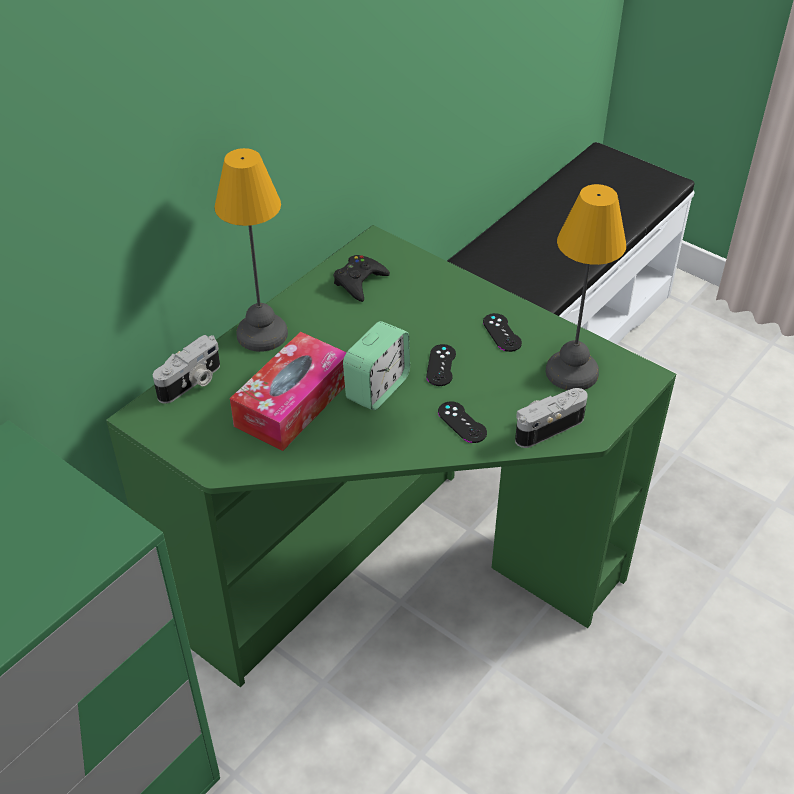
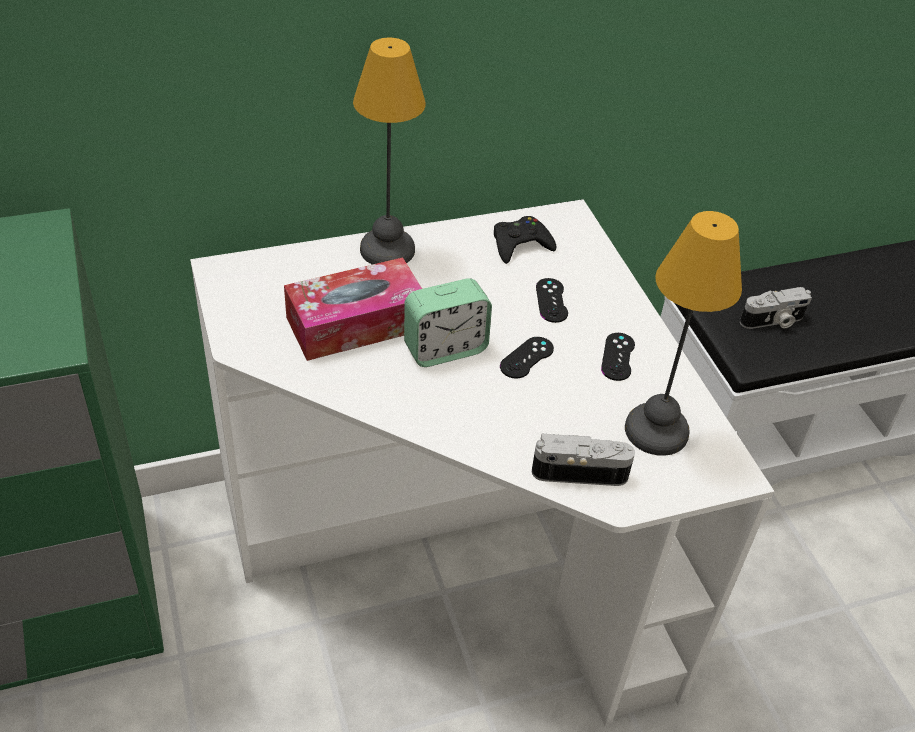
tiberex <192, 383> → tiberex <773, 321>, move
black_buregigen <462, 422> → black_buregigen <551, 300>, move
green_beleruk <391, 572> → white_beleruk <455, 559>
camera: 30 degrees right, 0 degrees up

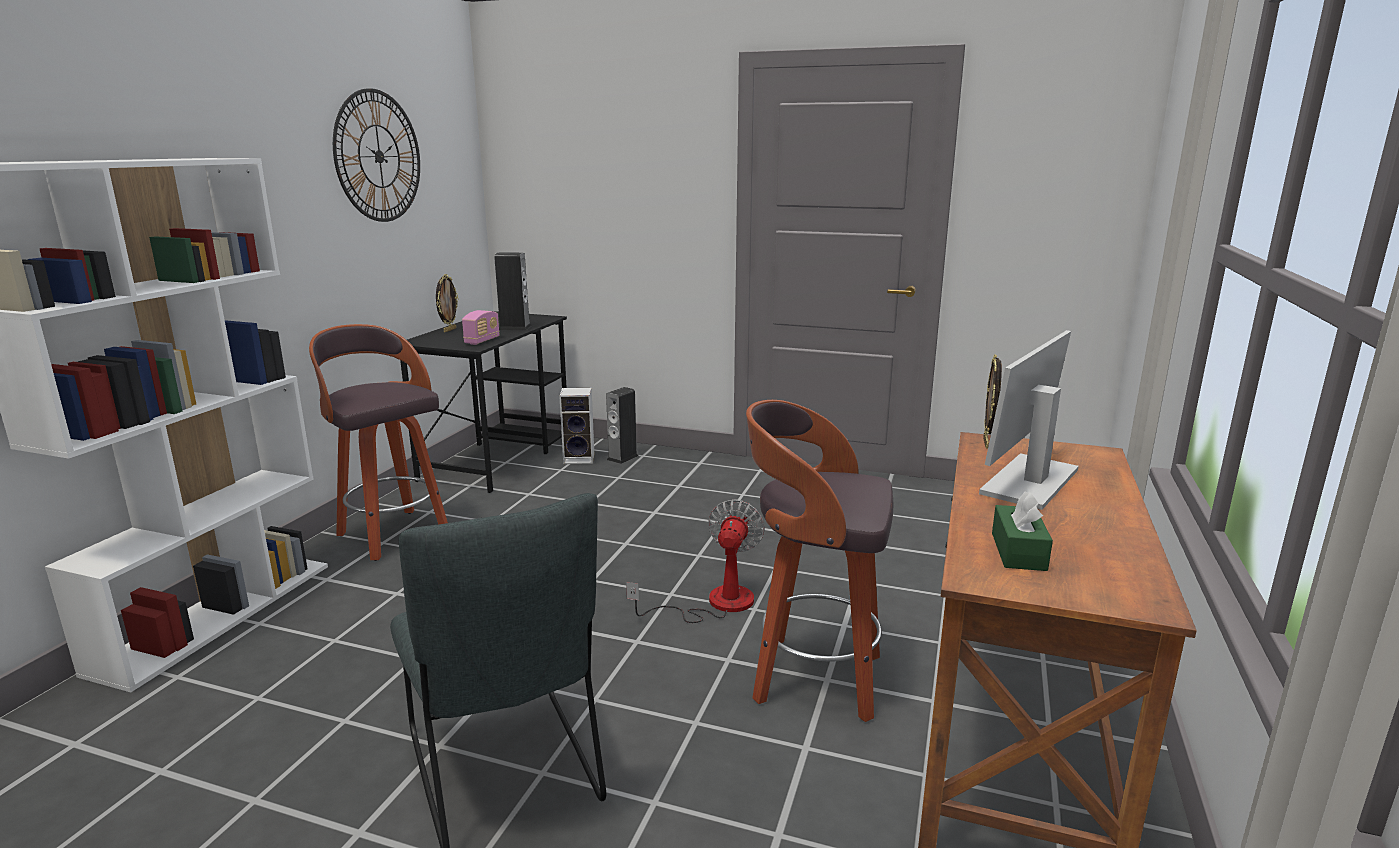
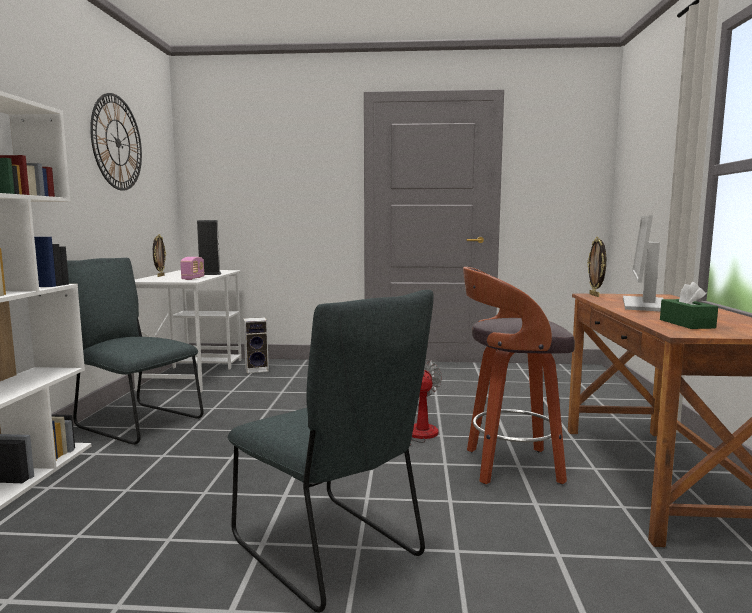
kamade <622, 458> → -
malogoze <391, 534> → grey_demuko <135, 422>
black_beleruk <498, 458> → white_beleruk <194, 373>
camera: 15 degrees left, 10 degrees down

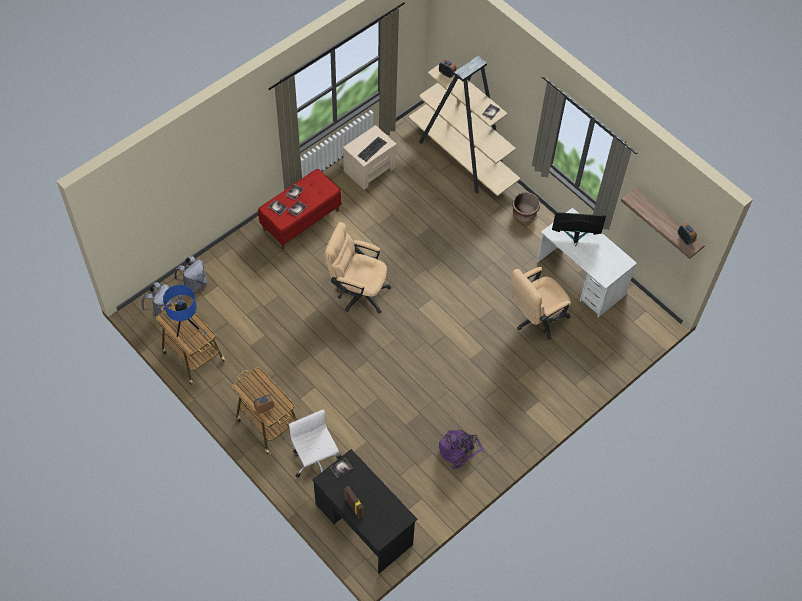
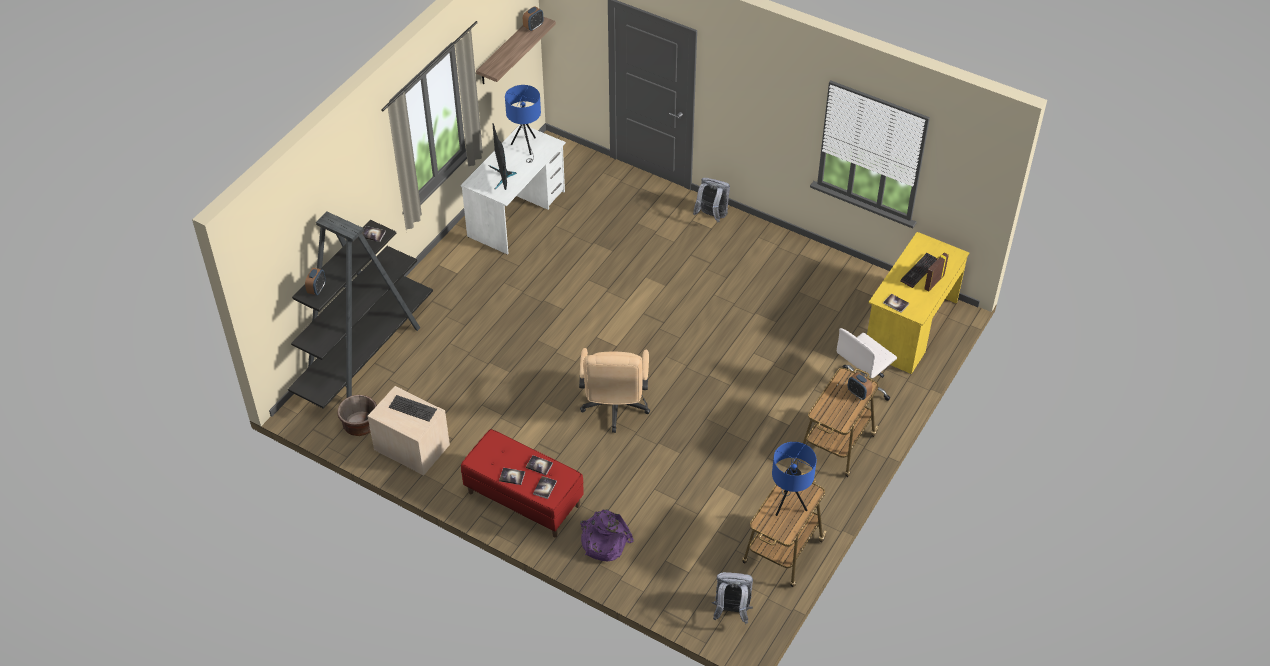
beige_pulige <536, 319> → -
- → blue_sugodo <526, 147>
- → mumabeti <919, 272>
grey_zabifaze <194, 285> → grey_zabifaze <711, 216>, move
purple_zabifaze <459, 450> → purple_zabifaze <603, 541>, move
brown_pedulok <524, 214> → brown_pedulok <360, 425>, move
black_beleruk <364, 524> → yellow_beleruk <910, 328>
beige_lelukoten <462, 158> → black_lelukoten <365, 354>
camera: 105 degrees left, 10 degrees down

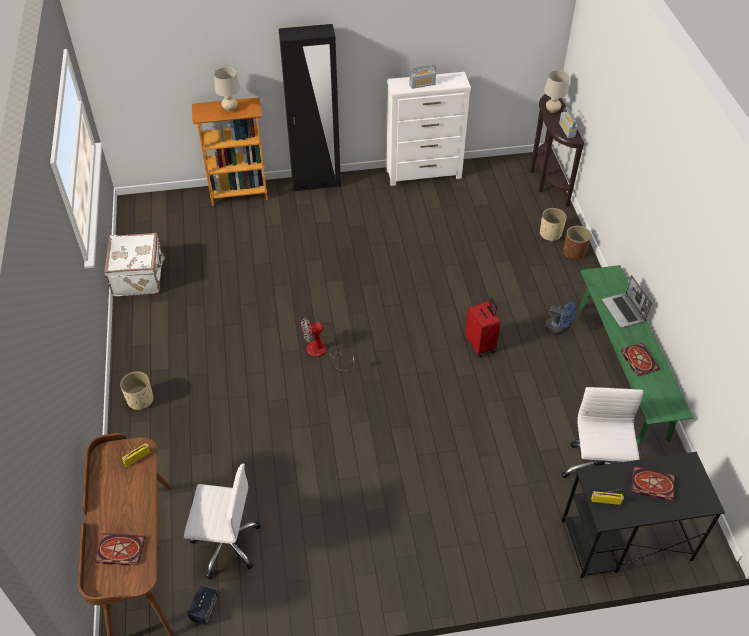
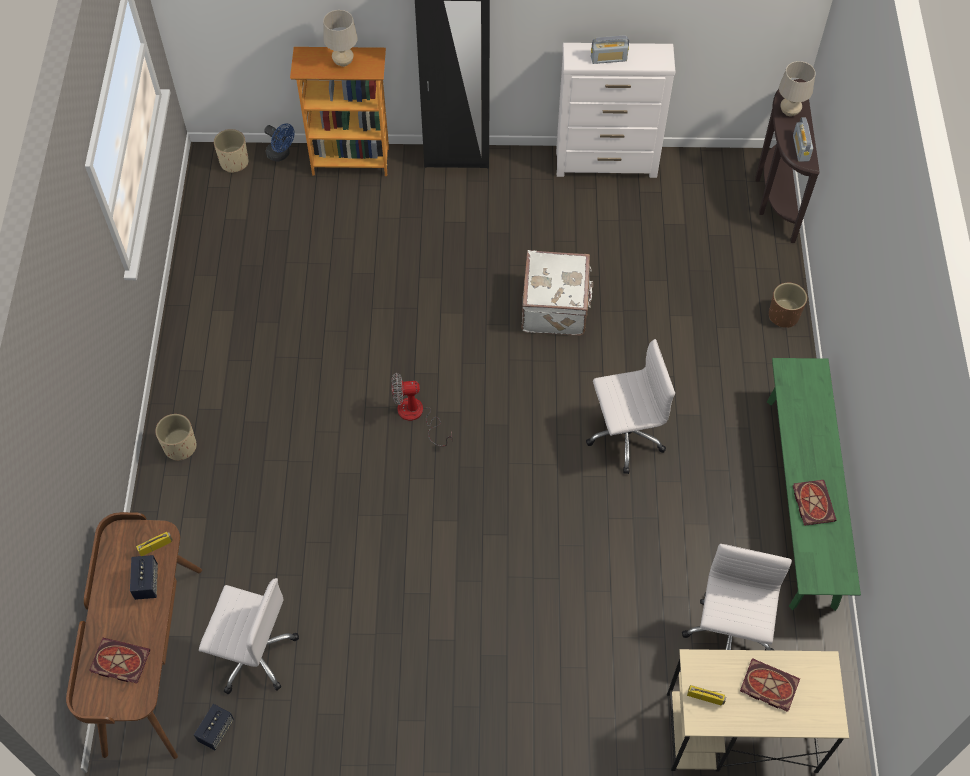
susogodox <624, 311> → -
- → kamade <146, 582>
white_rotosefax <139, 277> → white_rotosefax <556, 307>, move
beige_pedulok <550, 234> → beige_pedulok <234, 162>, move
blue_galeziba <558, 329> → blue_galeziba <281, 154>, move
red_rotosefax <481, 345> → white_pulige <623, 436>
black_beleruk <625, 541> → beige_beleruk <739, 732>
camera: 10 degrees right, 10 degrees up

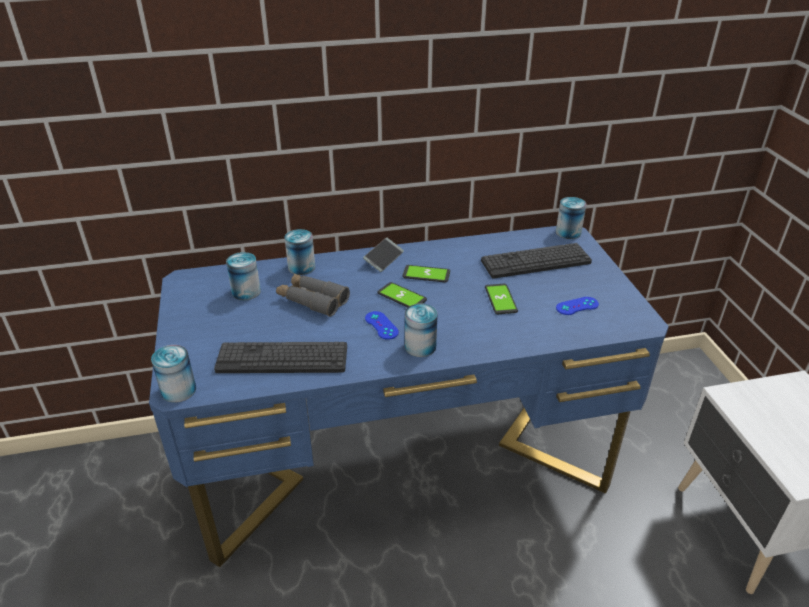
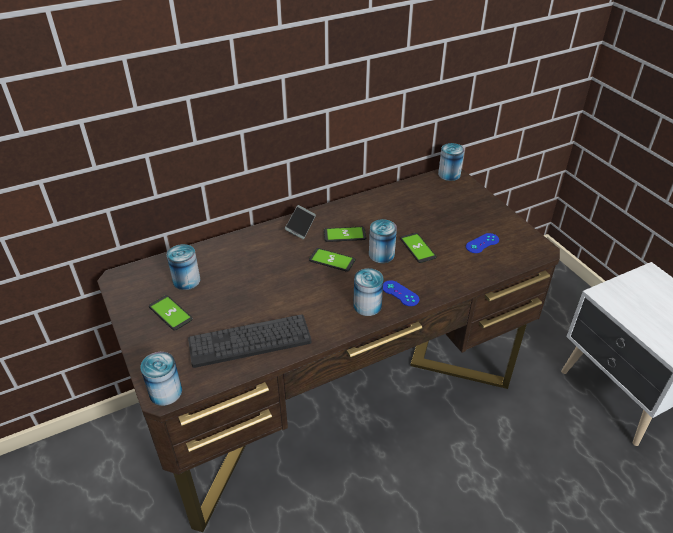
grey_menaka <312, 300> → -
mumabeti <536, 262> → -
- → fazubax <170, 313>
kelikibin <301, 267> → kelikibin <381, 254>, move
blue_buregigen <381, 325> → blue_buregigen <400, 293>, move
blue_beleruk <403, 463> → brown_beleruk <335, 399>
camera: 15 degrees left, 5 degrees up

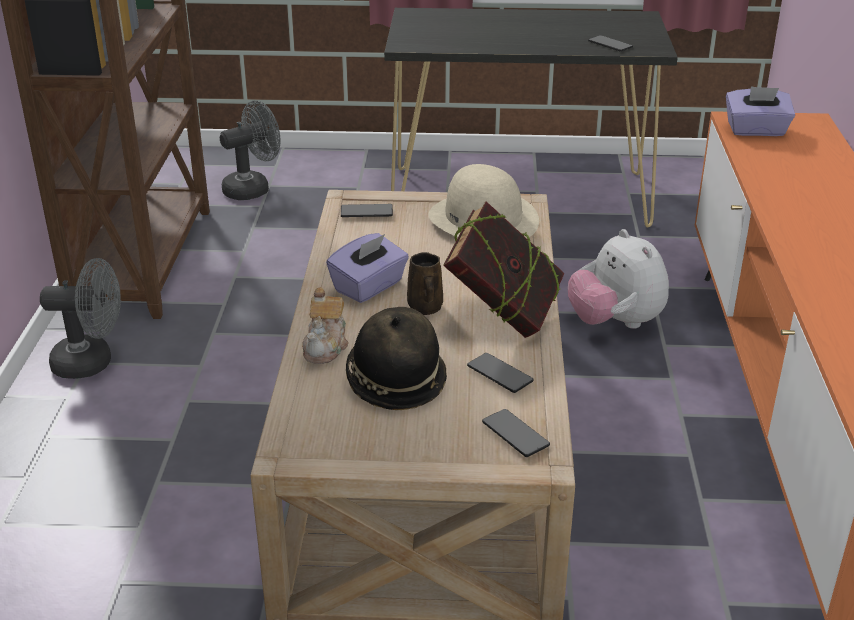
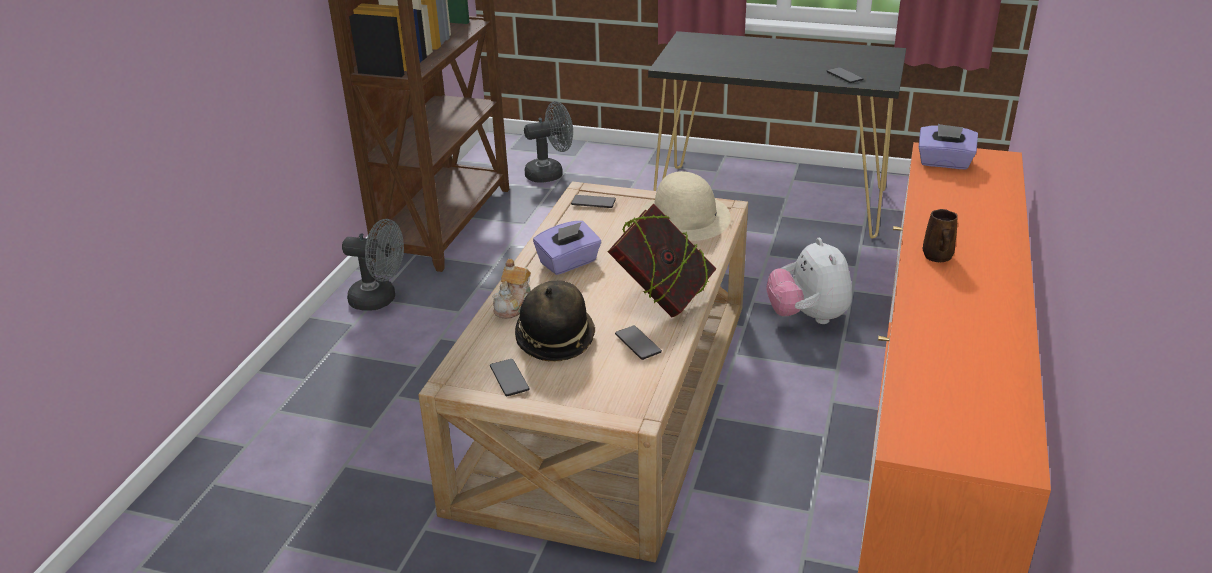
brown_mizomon <425, 308> → brown_mizomon <937, 257>, move
fazubax <515, 434> → fazubax <509, 378>, move
camera: 15 degrees right, 0 degrees up

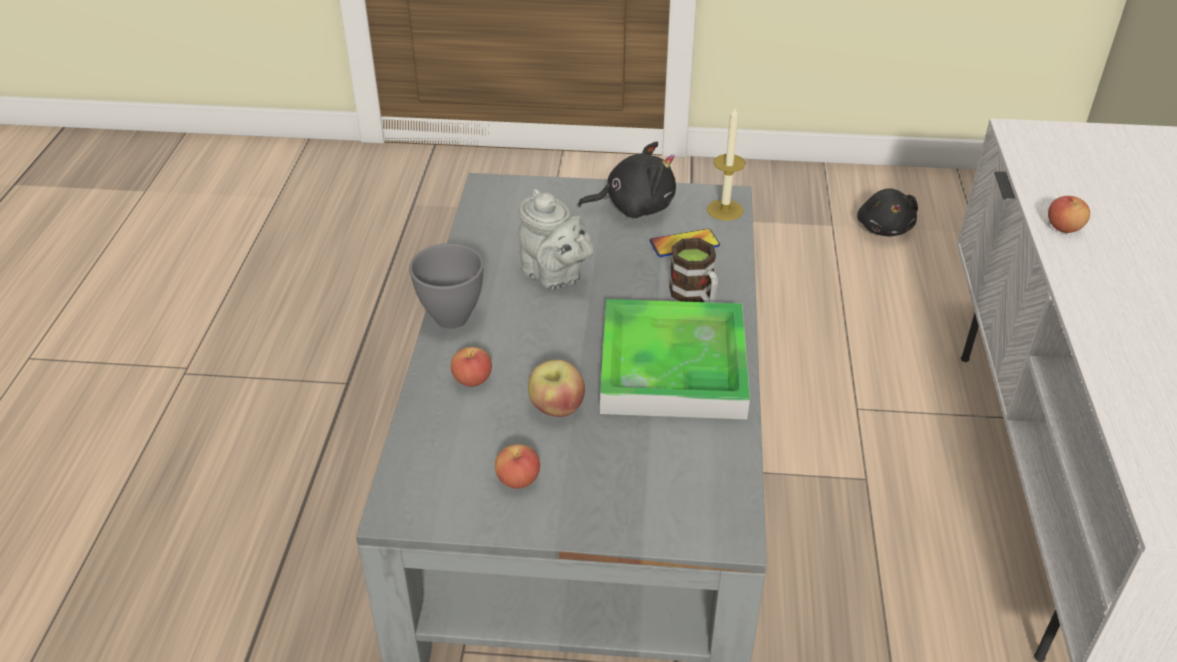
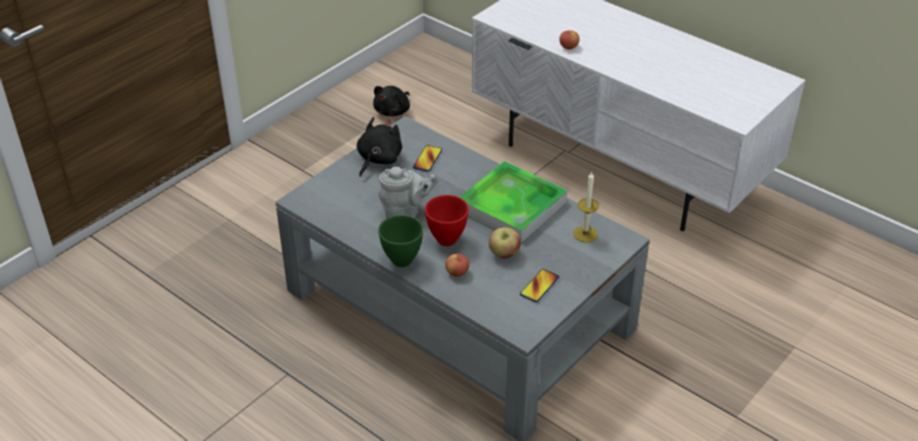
mizomon <695, 296> → -
- → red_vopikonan <446, 240>
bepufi <725, 210> → bepufi <585, 234>, move
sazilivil <518, 479> → fazubax <539, 286>
grey_vopikonan <450, 319> → green_vopikonan <401, 261>
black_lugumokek <884, 227> → black_lugumokek <393, 111>, 90 degrees clockwise
camera: 55 degrees left, 0 degrees up

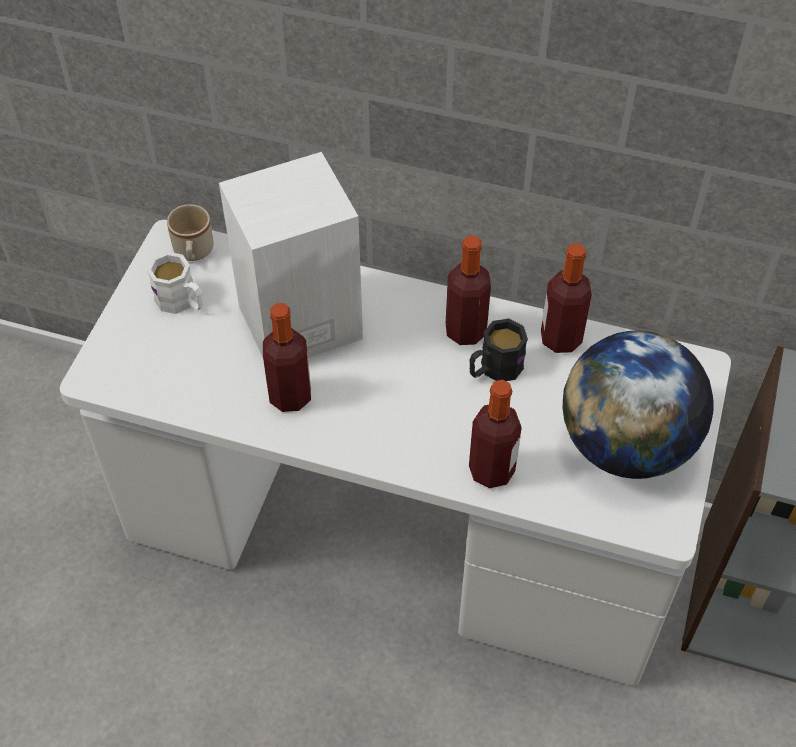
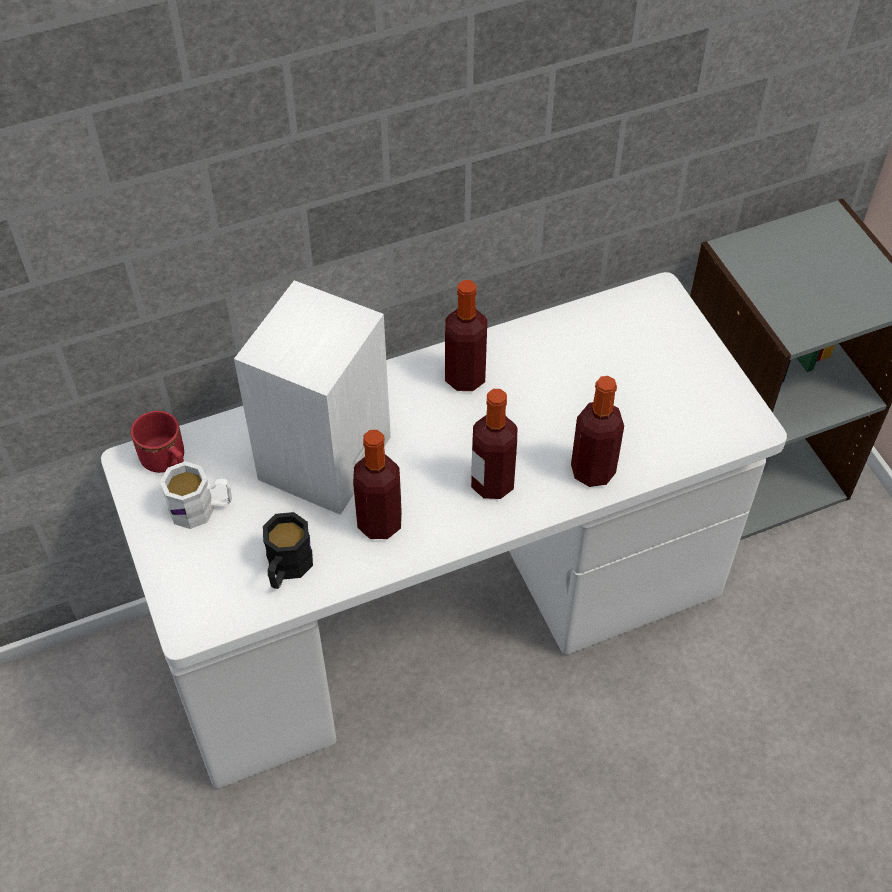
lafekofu <626, 445> → -
black_mizomon <494, 369> → black_mizomon <287, 568>, move
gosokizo <560, 339> → gosokizo <492, 483>, move
beige_mizomon <193, 253> → red_mizomon <167, 461>
camera: 40 degrees left, 0 degrees up

